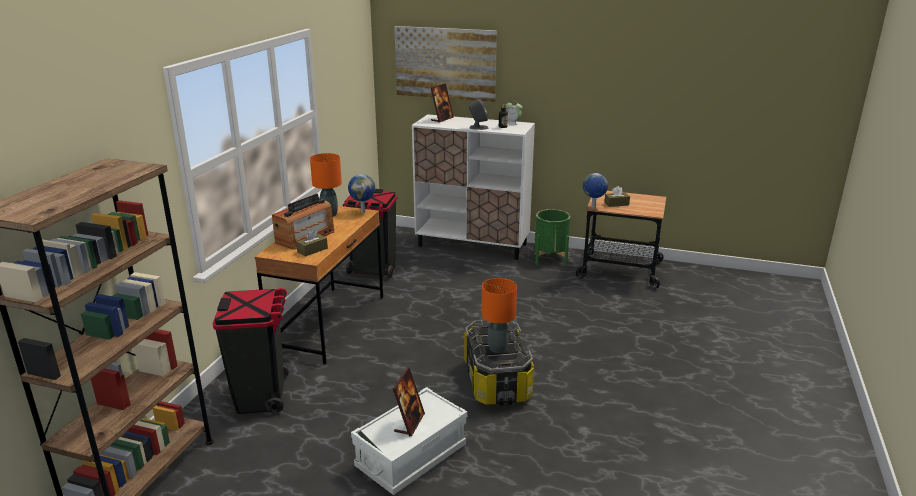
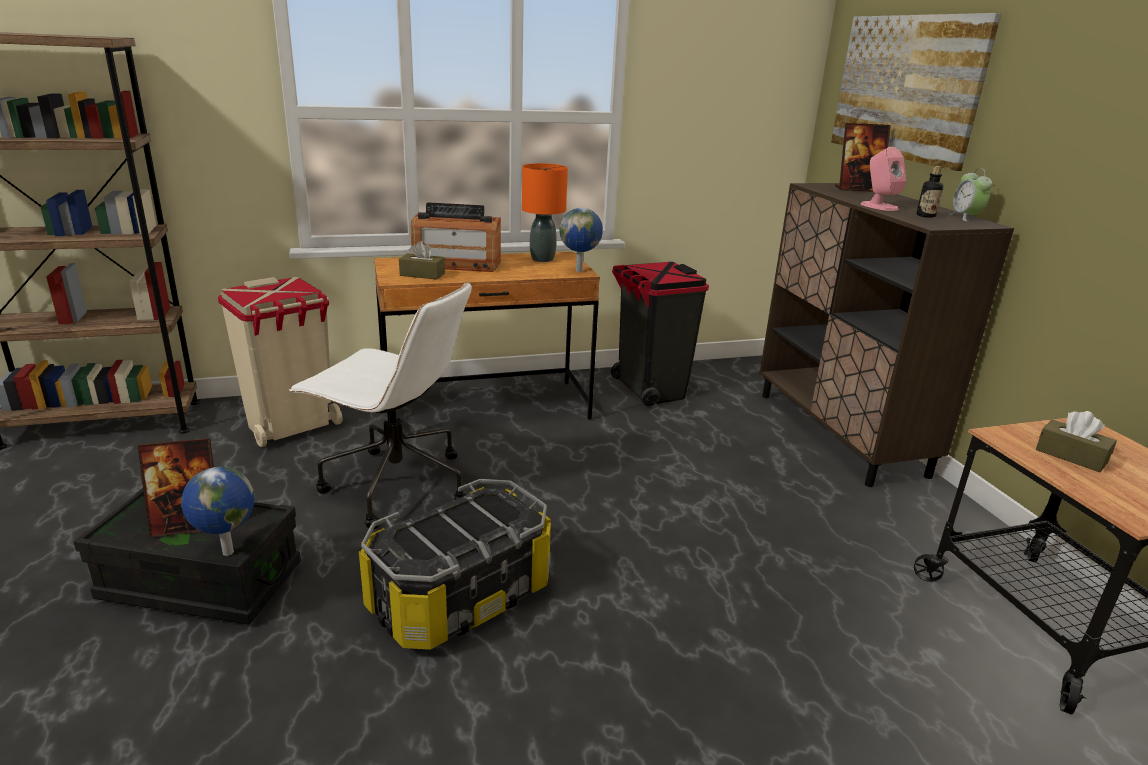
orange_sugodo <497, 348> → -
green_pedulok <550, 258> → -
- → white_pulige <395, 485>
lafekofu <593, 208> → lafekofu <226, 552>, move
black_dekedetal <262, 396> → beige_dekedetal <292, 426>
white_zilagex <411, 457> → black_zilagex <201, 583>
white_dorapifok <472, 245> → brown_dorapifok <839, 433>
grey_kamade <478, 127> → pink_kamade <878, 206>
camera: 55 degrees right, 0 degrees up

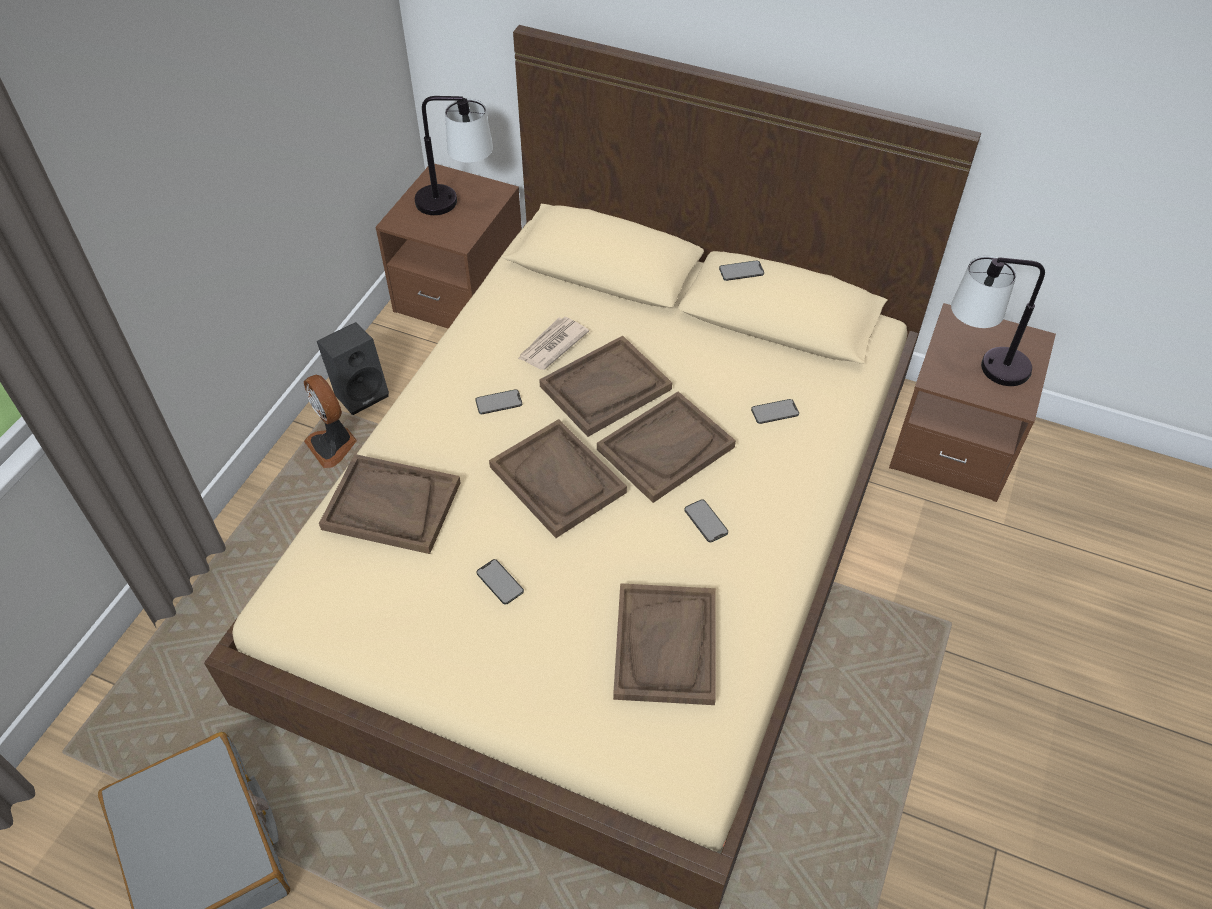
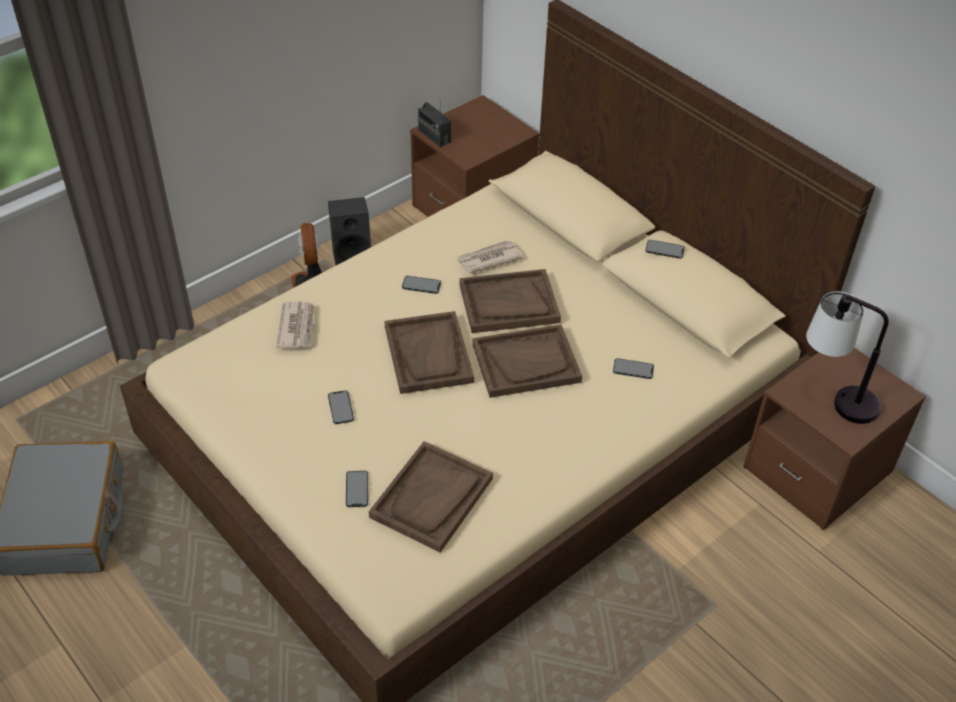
sugodo <456, 203> → -
- → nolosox <434, 136>
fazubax <706, 521> → fazubax <357, 489>, move
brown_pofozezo <391, 506> → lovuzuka <297, 327>
camera: 25 degrees right, 5 degrees down

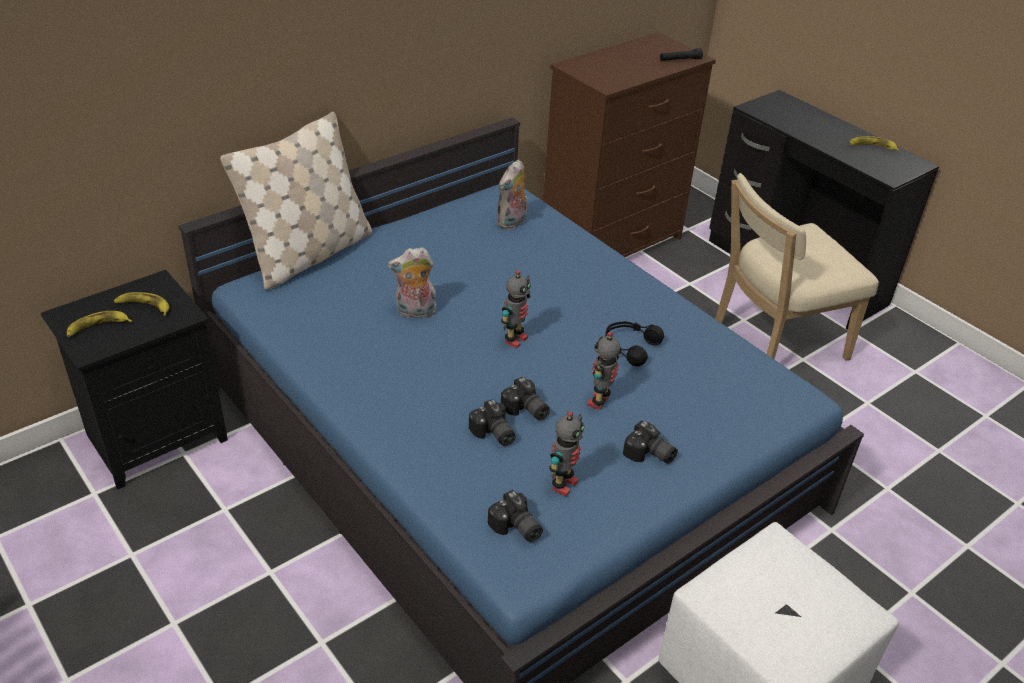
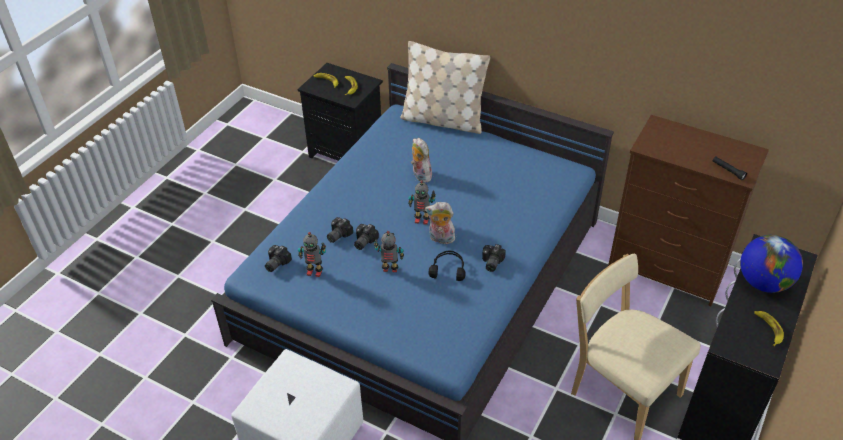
- → lafekofu <763, 282>
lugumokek <512, 223> → lugumokek <440, 239>, move
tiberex <649, 455> → tiberex <491, 263>, move
camera: 70 degrees right, 5 degrees up

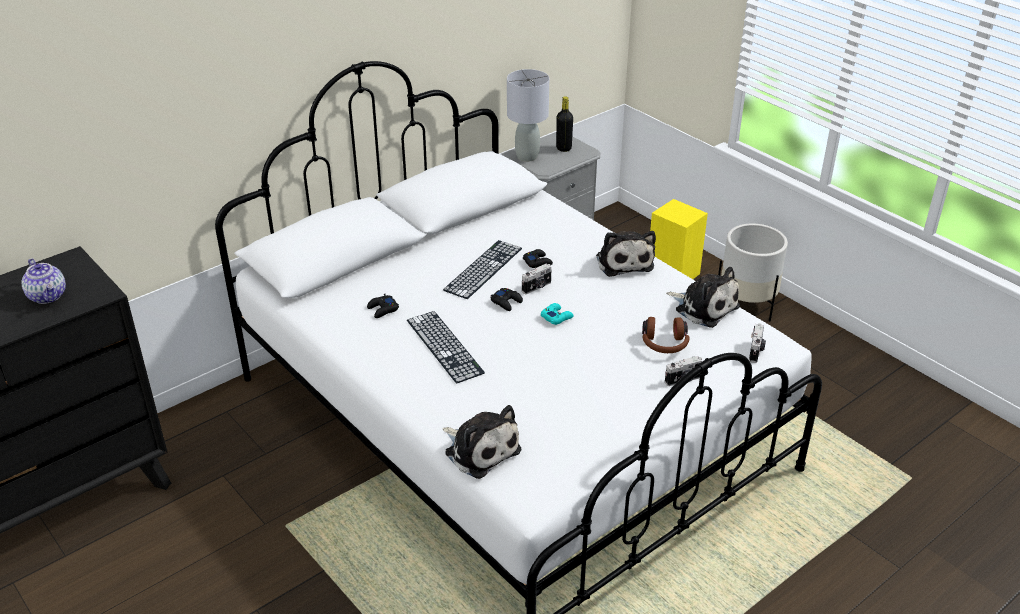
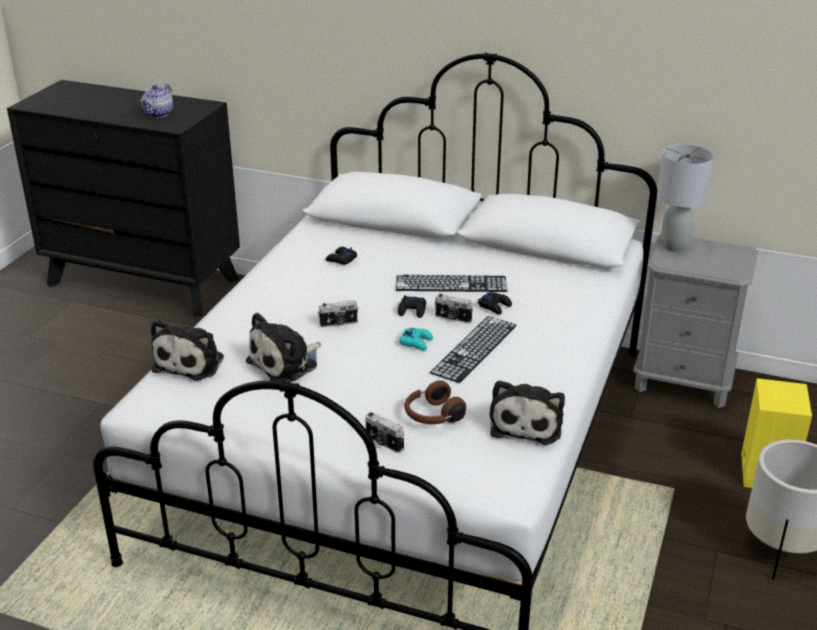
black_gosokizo <563, 148> → -
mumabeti <444, 346> → mumabeti <474, 349>, move
lugumokek <623, 261> → lugumokek <286, 363>, move
tiberex <756, 351> → tiberex <339, 324>, move
camera: 60 degrees right, 5 degrees down

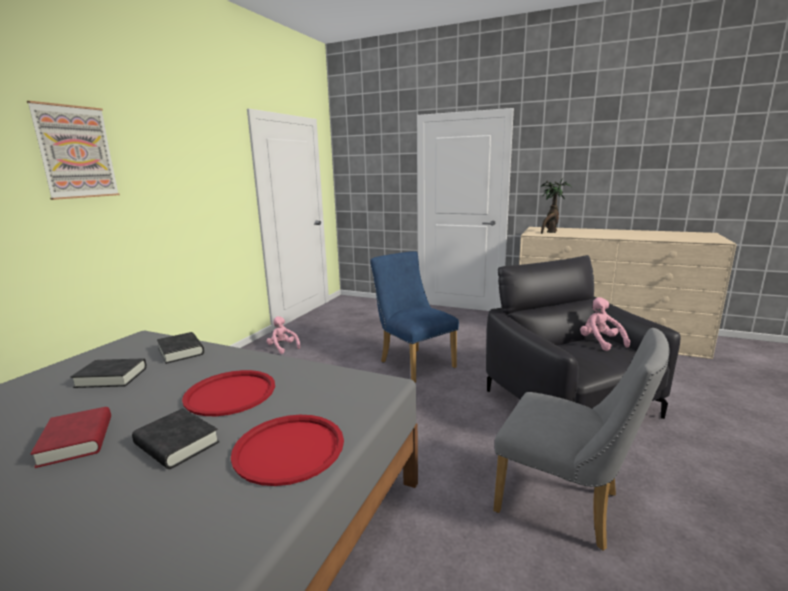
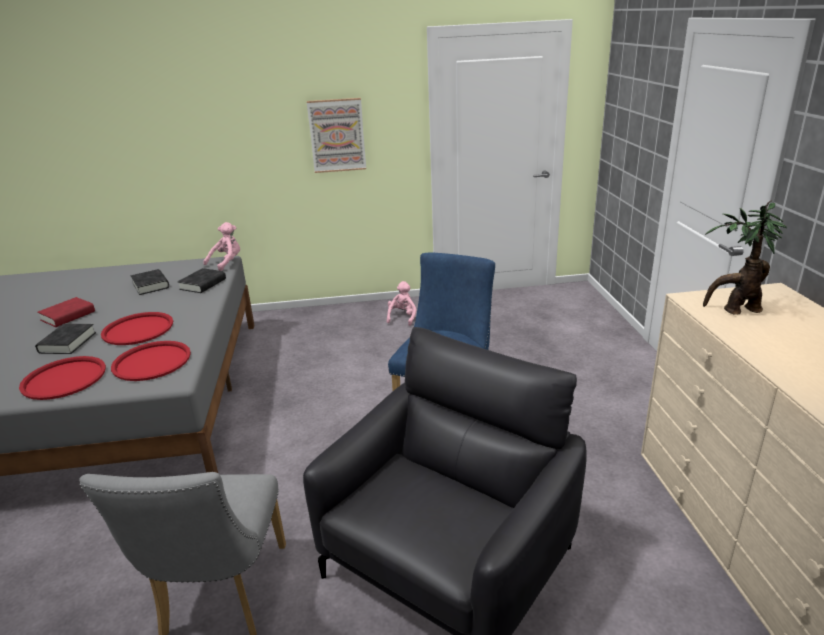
- → red_pofozezo <152, 362>
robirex <76, 152> → robirex <337, 135>, move
pink_lugumokek <600, 342> → pink_lugumokek <227, 262>, move
camera: 60 degrees right, 10 degrees up

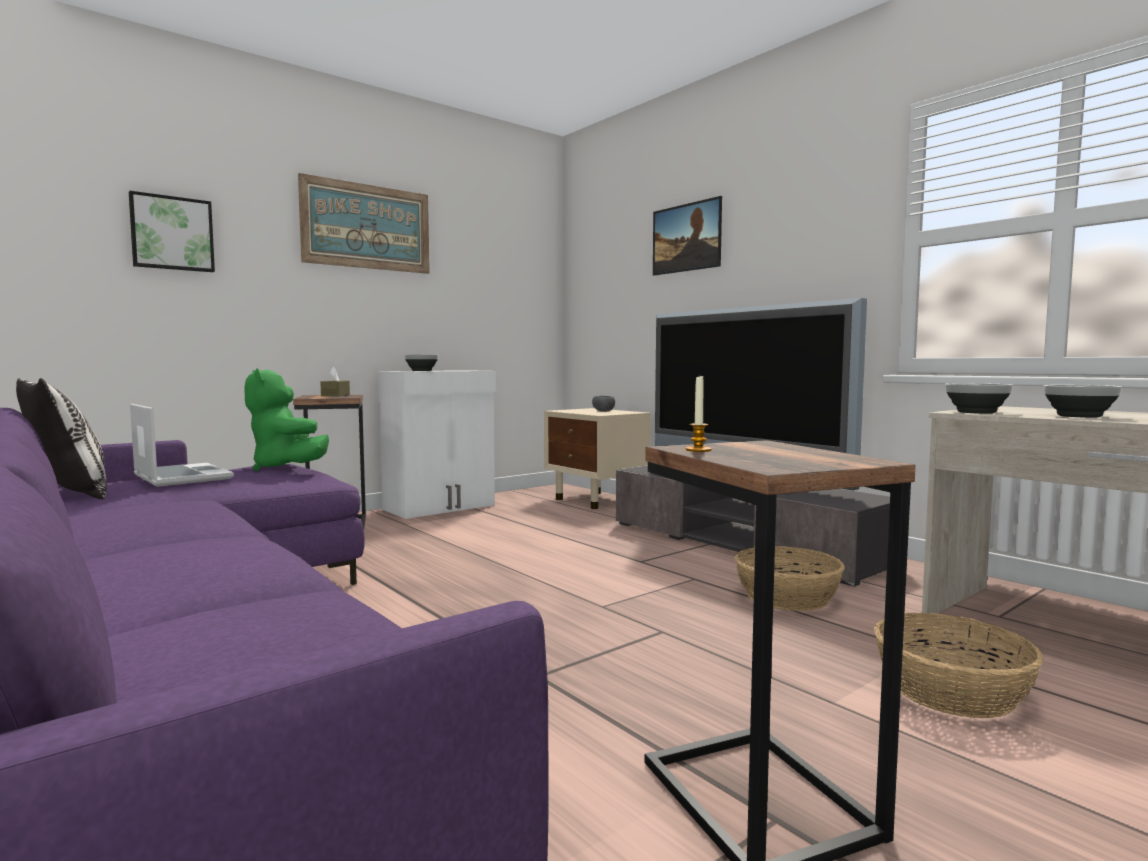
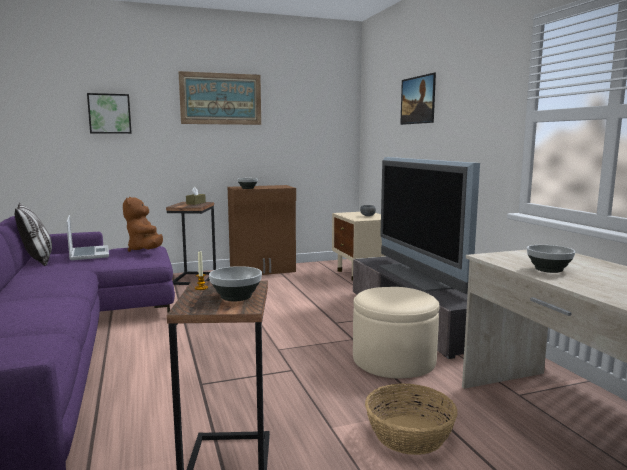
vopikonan <975, 412> → vopikonan <235, 297>, move
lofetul <788, 597> → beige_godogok <394, 360>
green_lugumokek <286, 468> → brown_lugumokek <146, 250>
white_dorapifok <440, 507> → brown_dorapifok <263, 270>
camera: 20 degrees right, 5 degrees up

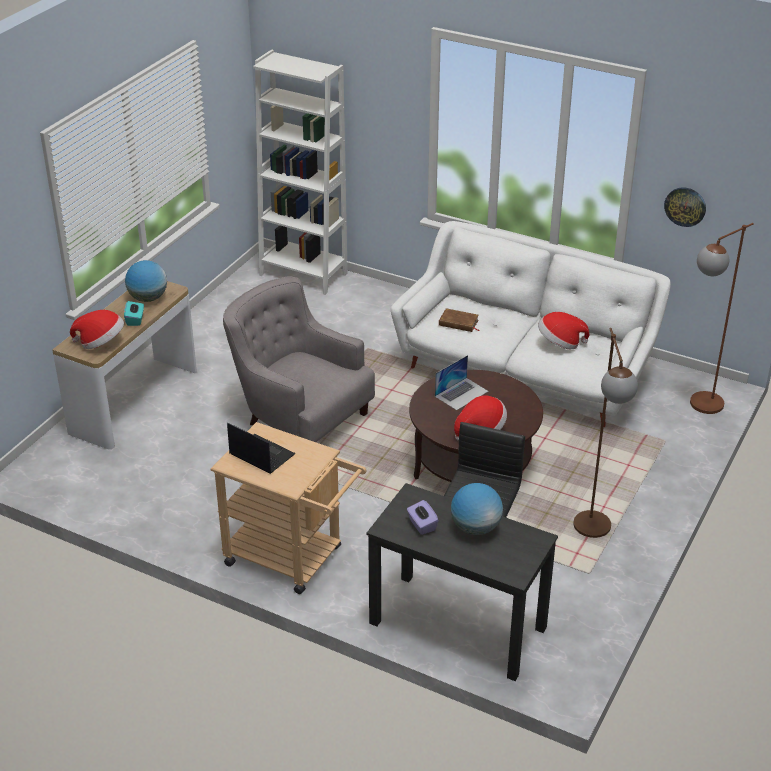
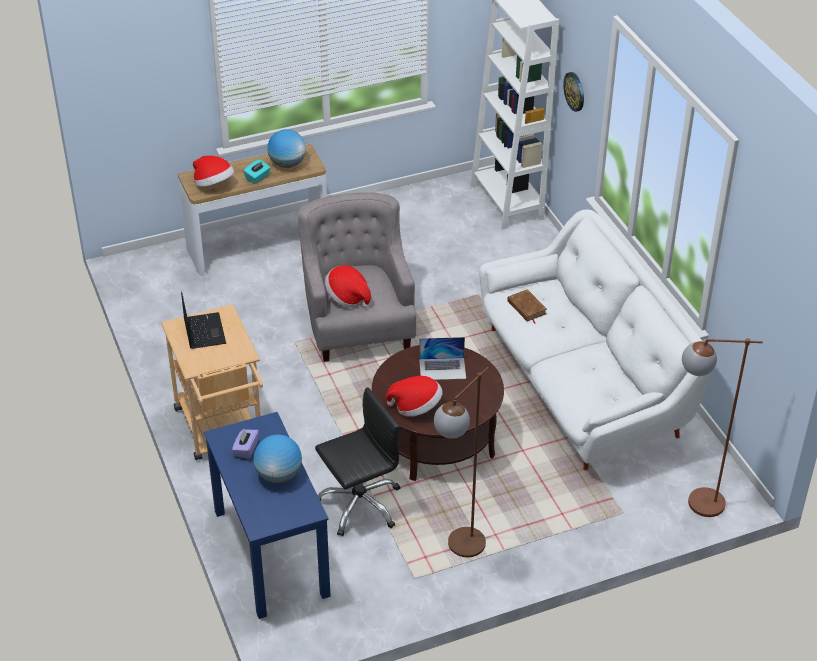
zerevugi <560, 343> → zerevugi <348, 297>, move
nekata <685, 206> → nekata <574, 91>, move
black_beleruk <457, 625> → blue_beleruk <270, 552>
camera: 40 degrees right, 5 degrees up

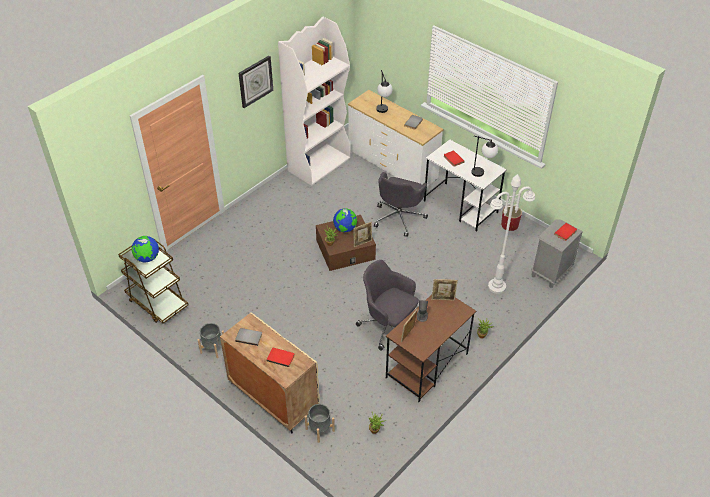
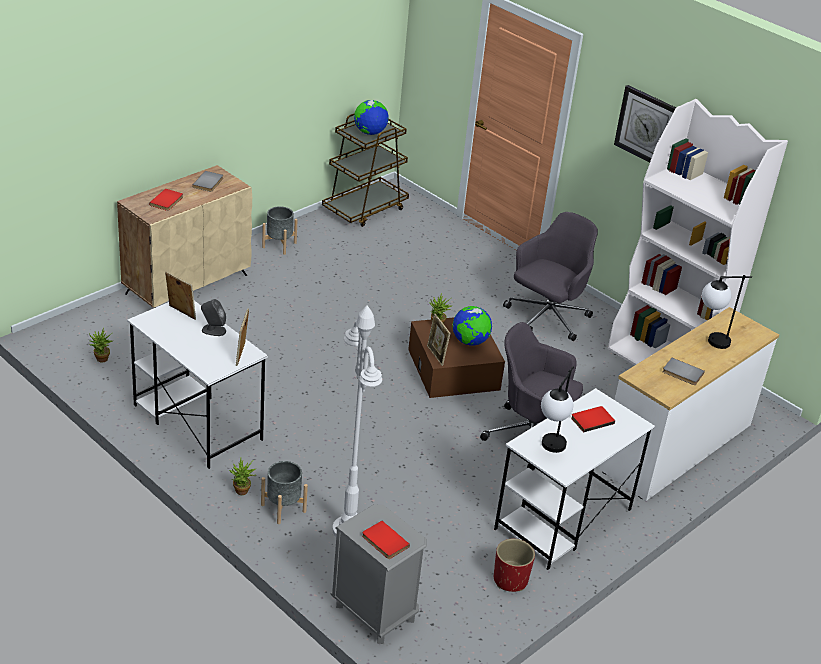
grey_pedulok <320, 429> → grey_pedulok <283, 508>, move
grey_pulige <388, 326> → grey_pulige <546, 317>, move
brown_beleruk <426, 366> → white_beleruk <196, 421>
camera: 90 degrees right, 10 degrees down

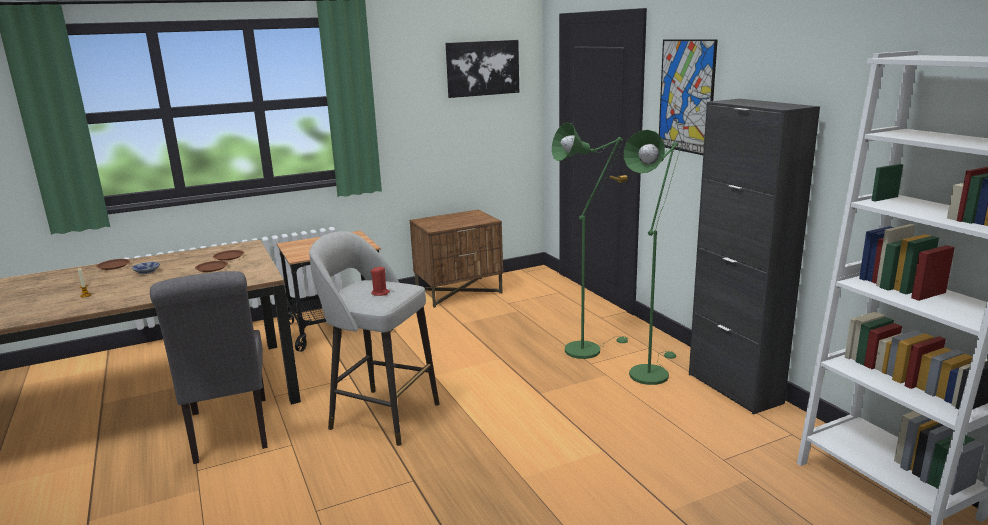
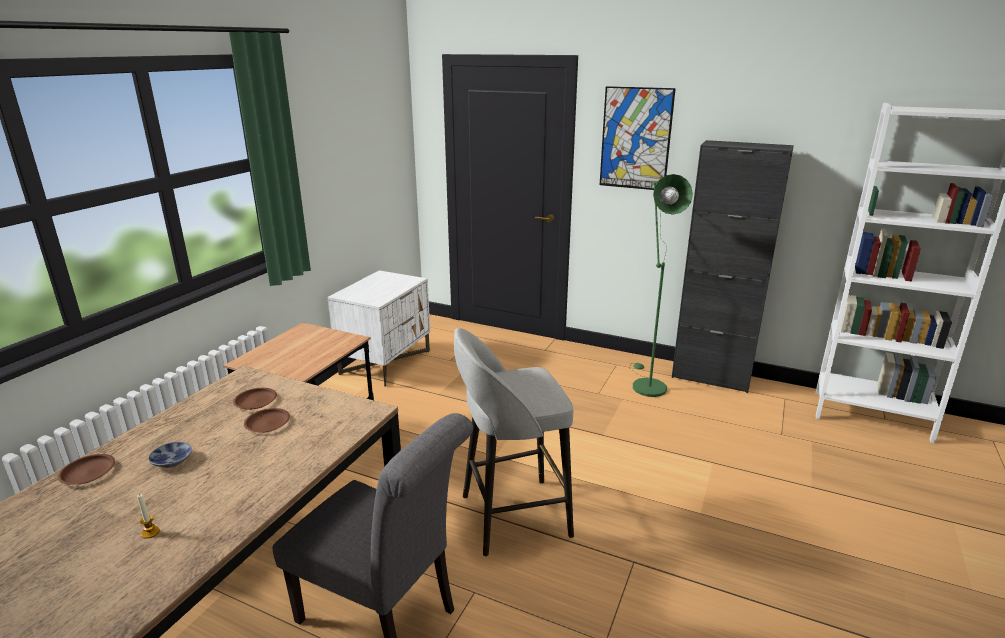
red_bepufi <380, 293> → -
robirex <482, 68> → -
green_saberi <588, 348> → -
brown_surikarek <459, 292> → white_surikarek <386, 362>
camera: 40 degrees left, 5 degrees up

